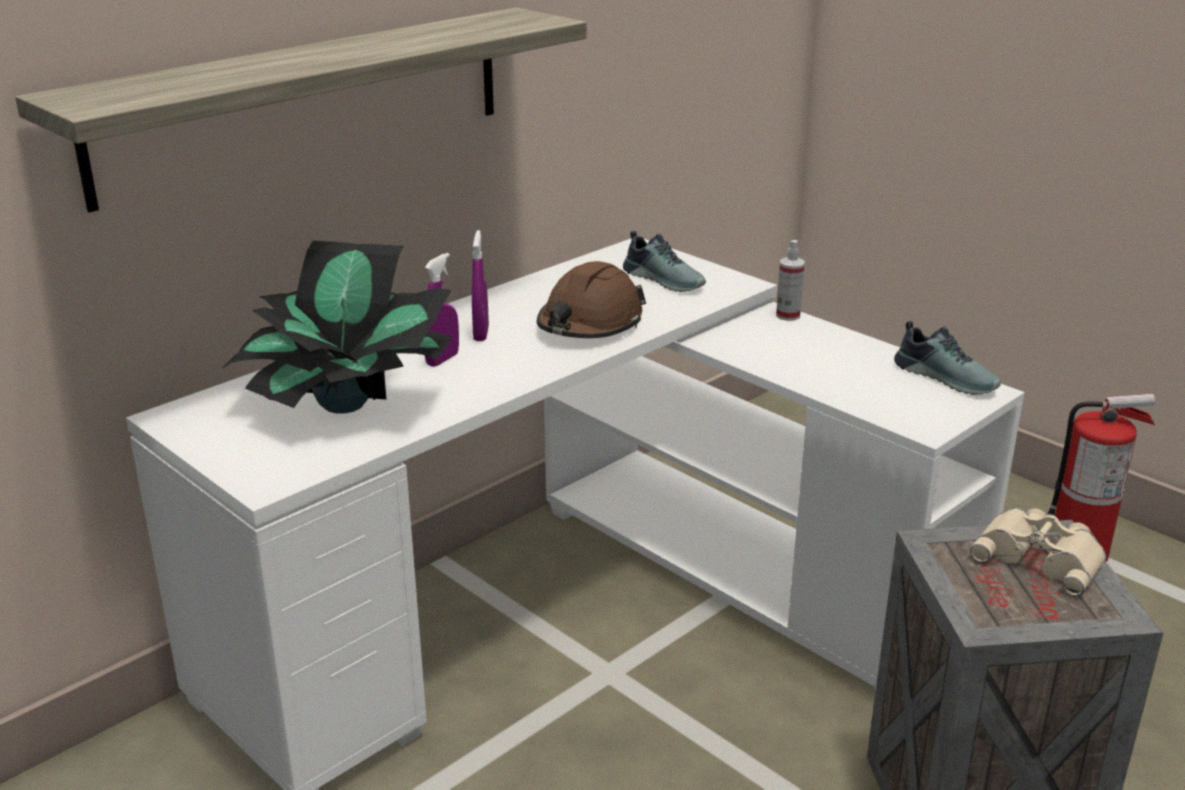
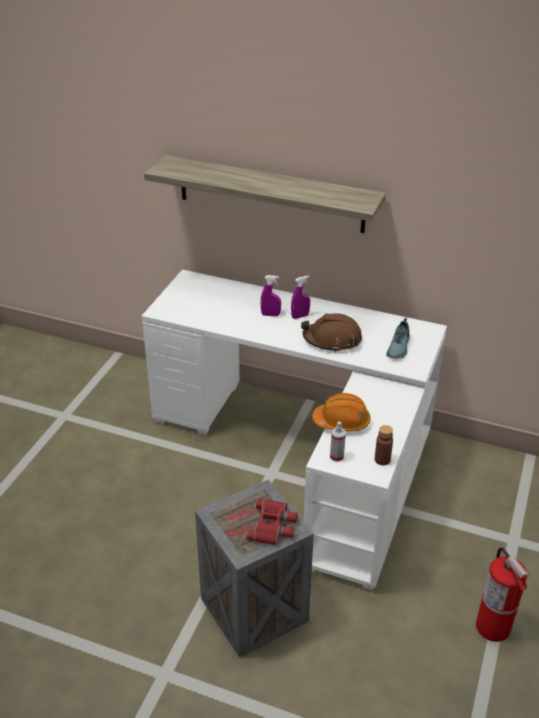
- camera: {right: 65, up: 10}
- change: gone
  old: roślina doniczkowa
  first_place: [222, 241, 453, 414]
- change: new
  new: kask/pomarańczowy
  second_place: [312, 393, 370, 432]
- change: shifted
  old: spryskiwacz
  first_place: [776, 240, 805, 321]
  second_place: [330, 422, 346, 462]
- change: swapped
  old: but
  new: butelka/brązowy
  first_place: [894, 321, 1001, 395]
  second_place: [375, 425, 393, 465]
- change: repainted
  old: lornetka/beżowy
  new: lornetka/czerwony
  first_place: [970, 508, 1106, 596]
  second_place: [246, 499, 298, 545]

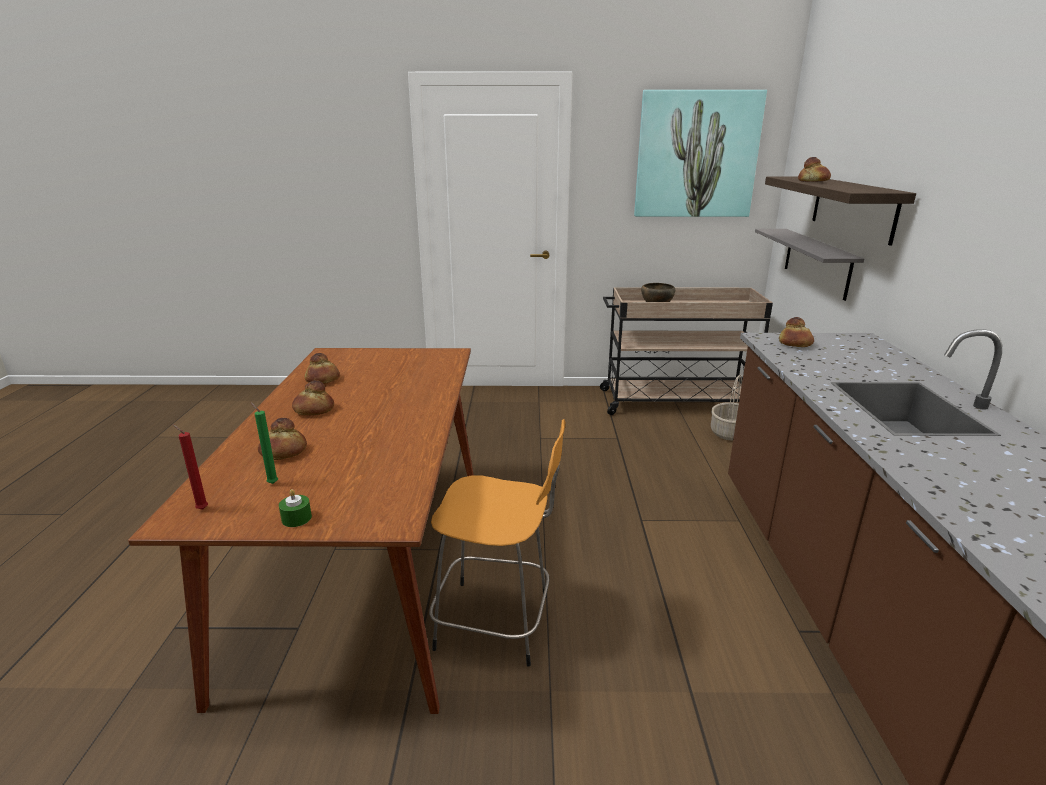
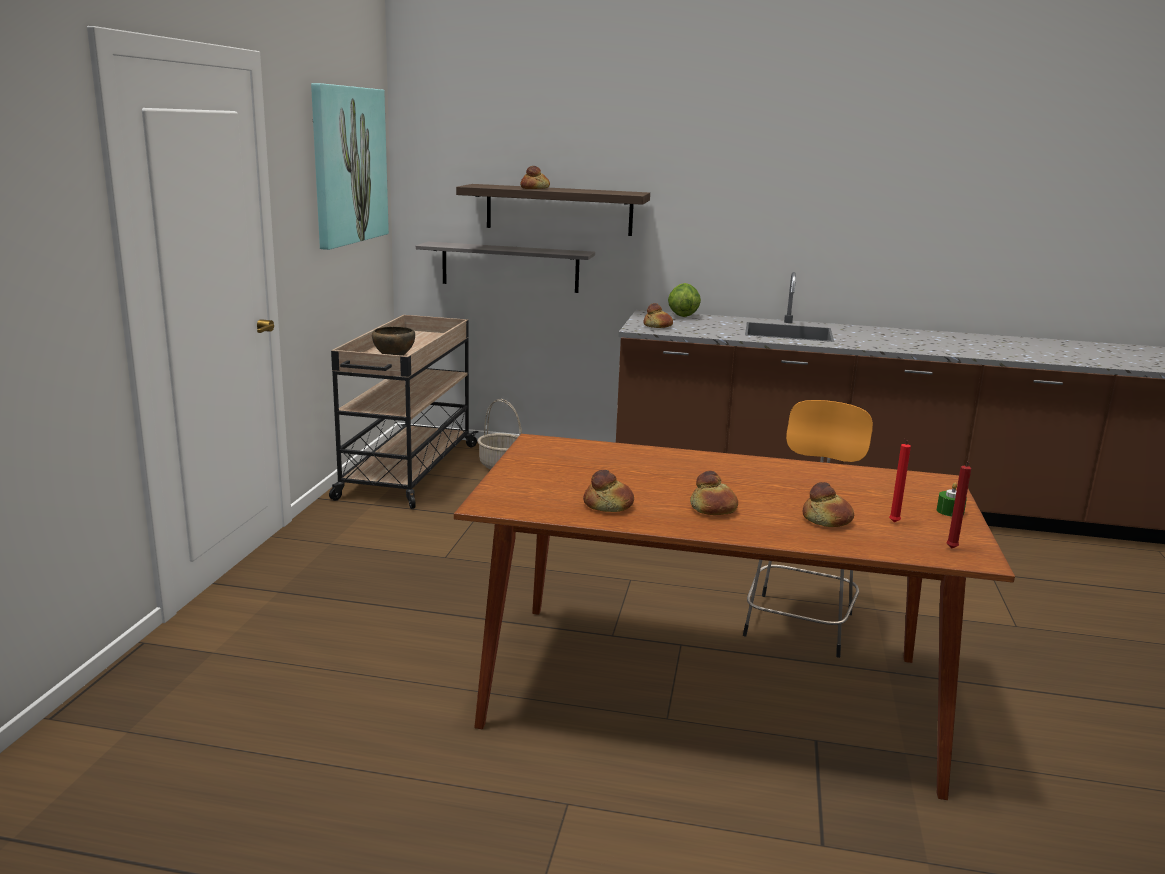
- camera: {right: -80, up: -5}
- change: new
  new: sałata
  second_place: [668, 283, 701, 317]
- change: repainted
  old: świeca/zielony
  new: świeca/czerwony
  first_place: [251, 403, 278, 484]
  second_place: [889, 439, 911, 523]

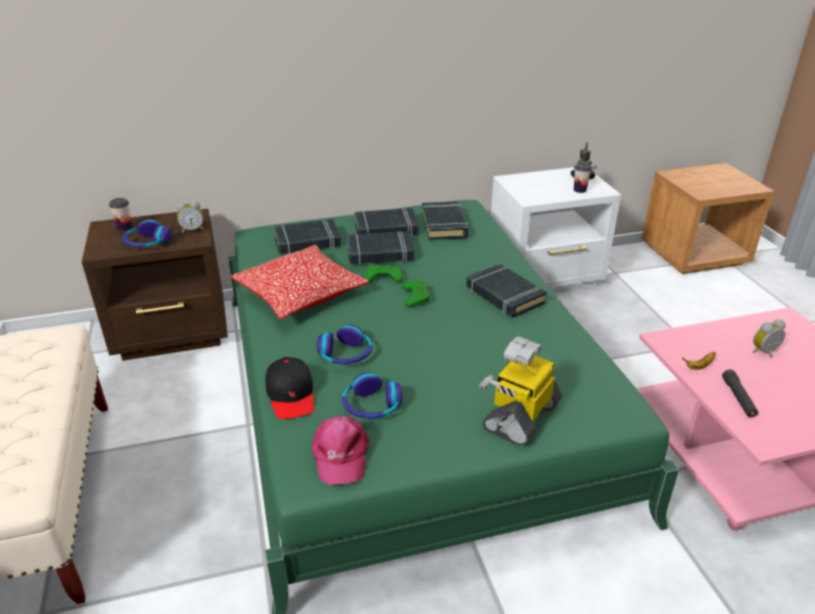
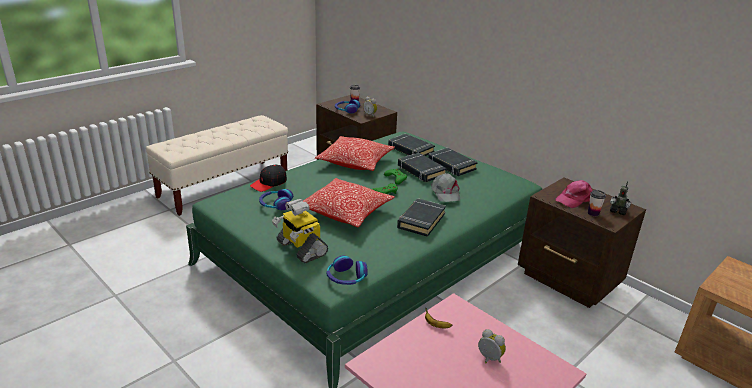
- camera: {right: 60, up: -5}
- change: gone
  old: książka/czarny
  first_place: [422, 201, 468, 240]
- change: gone
  old: latarka/czarny
  first_place: [722, 369, 759, 418]
- change: new
  new: poduszka
  second_place: [303, 178, 395, 228]
- change: new
  new: czapka z daszkiem/szary
  second_place: [431, 173, 460, 202]
- change: shifted
  old: czapka z daszkiem/różowy
  first_place: [312, 416, 370, 485]
  second_place: [556, 180, 593, 208]
- change: shifted
  old: słuchawki
  first_place: [317, 325, 372, 364]
  second_place: [326, 256, 368, 285]
- change: repainted
  old: szafka nocna/biały
  new: szafka nocna/brązowy
  first_place: [491, 167, 621, 293]
  second_place: [518, 177, 646, 308]
- change: rotated
  old: robot zabawkowy
  first_place: [479, 336, 562, 446]
  second_place: [272, 199, 328, 263]
  degrees: -135

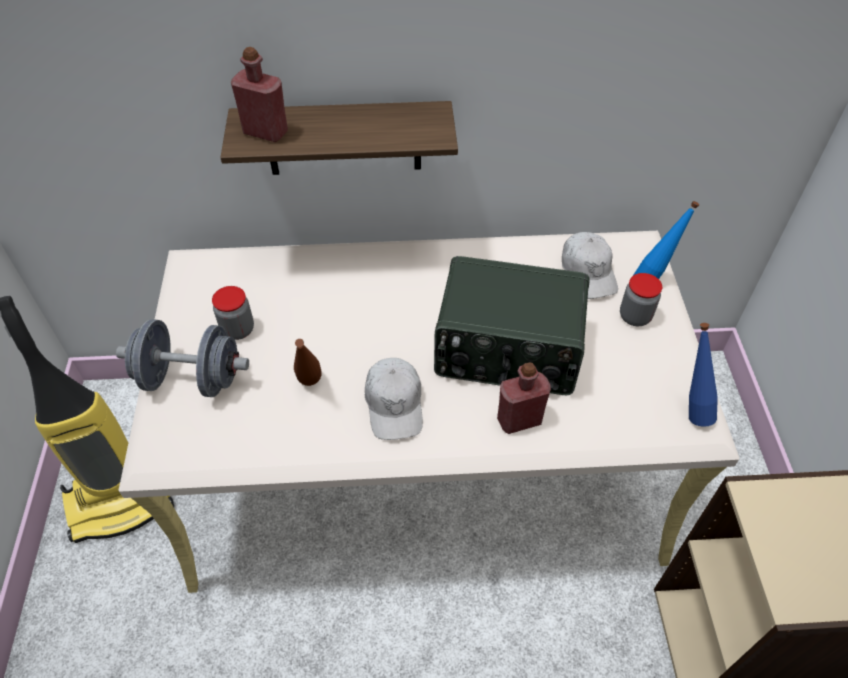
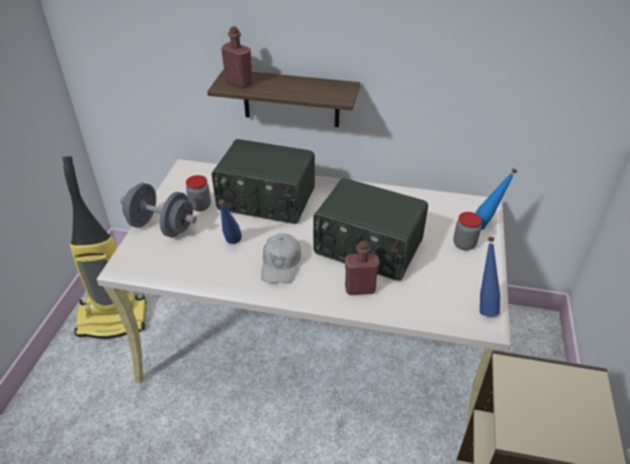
- camera: {right: 15, up: -10}
- change: gone
  old: czapka z daszkiem/biały
  first_place: [562, 232, 618, 299]
- change: new
  new: radio
  second_place: [212, 139, 315, 224]
- change: repainted
  old: butelka/brązowy
  new: butelka/niebieski
  first_place: [294, 339, 322, 386]
  second_place: [218, 200, 242, 244]

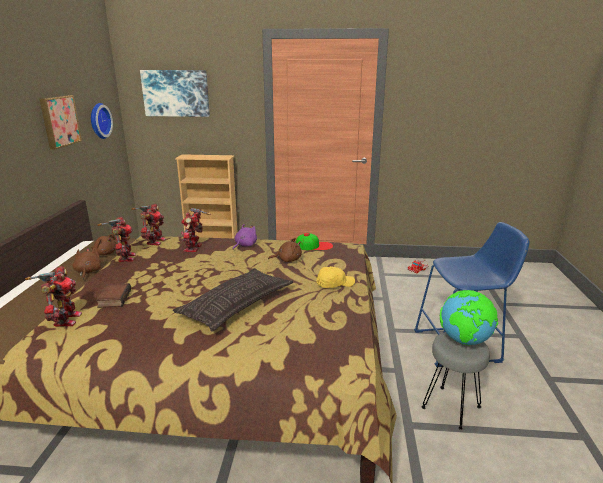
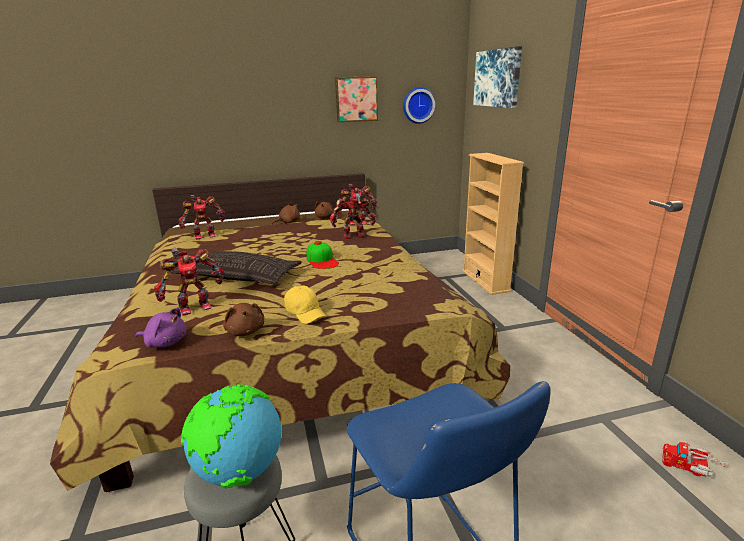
- camera: {right: 70, up: 0}
- change: gone
  old: książka
  first_place: [96, 283, 131, 308]
- change: shifted
  old: robot zabawkowy
  first_place: [97, 217, 136, 262]
  second_place: [154, 247, 224, 315]
- change: shifted
  old: pluszak/fioletowy
  first_place: [233, 224, 257, 250]
  second_place: [136, 307, 186, 348]
- change: shifted
  old: pluszak/brązowy
  first_place: [268, 238, 302, 262]
  second_place: [223, 303, 264, 336]
- change: shifted
  old: czapka z daszkiem
  first_place: [296, 233, 333, 250]
  second_place: [307, 241, 339, 269]

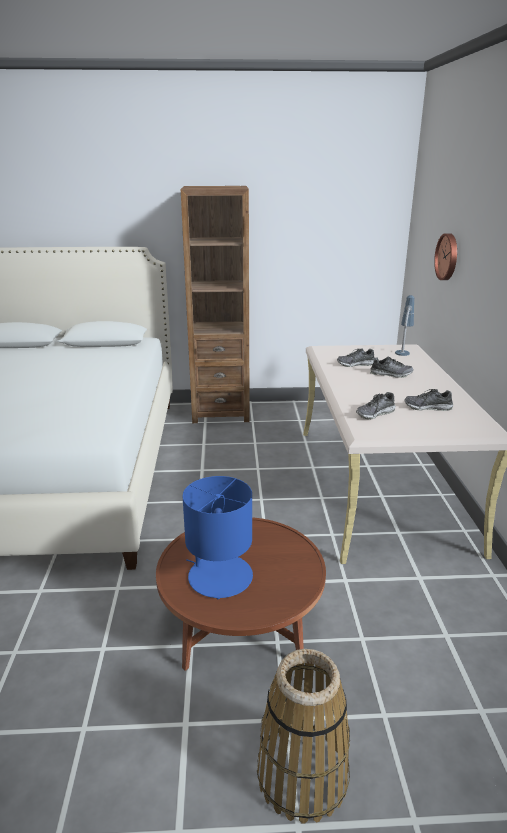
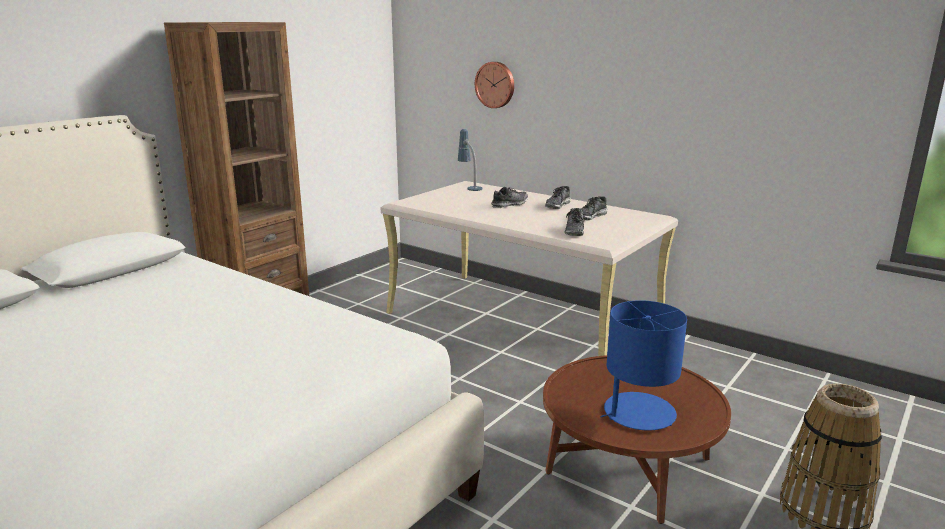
- camera: {right: -50, up: -5}
- change: shifted
  old: but
  first_place: [337, 349, 375, 367]
  second_place: [545, 186, 571, 209]

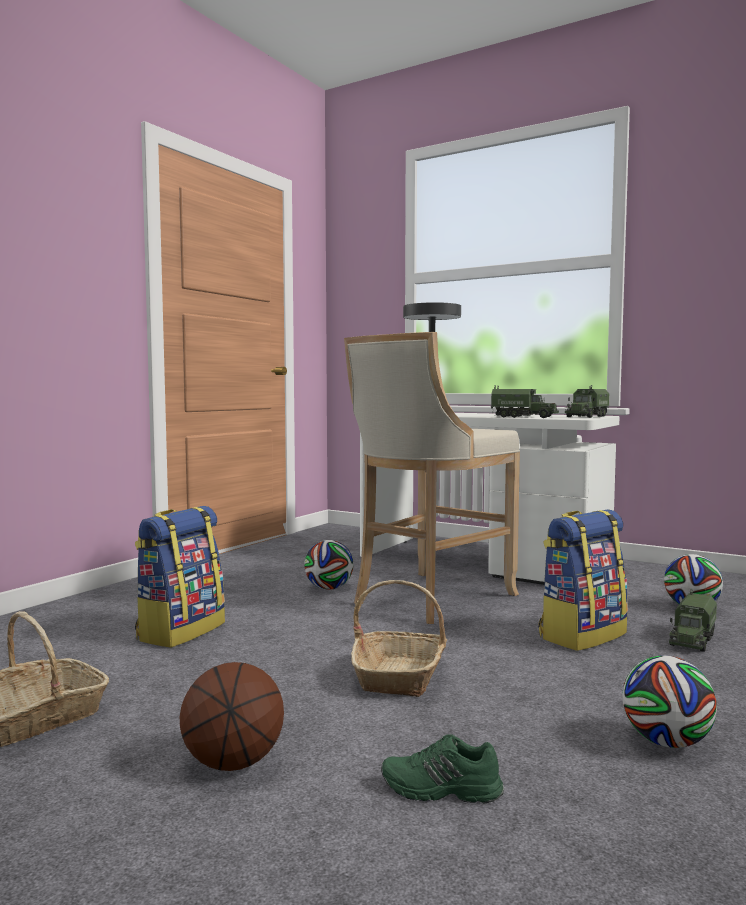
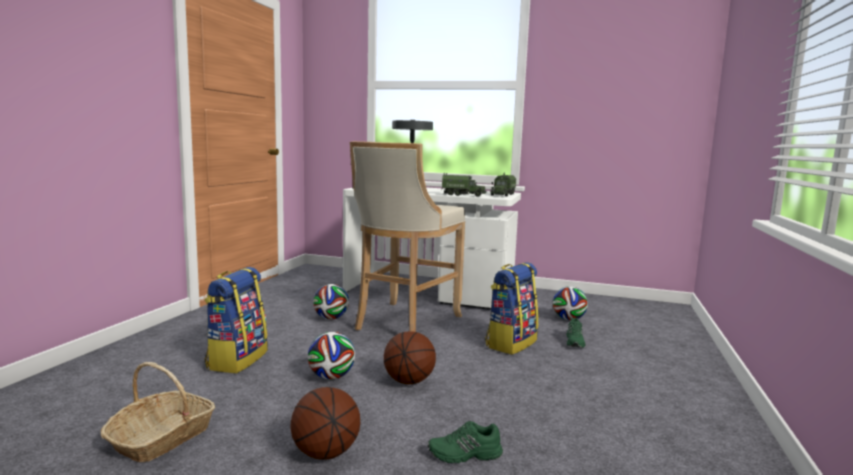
- camera: {right: -15, up: 5}
- change: shifted
  old: piłka futbolowa
  first_place: [622, 655, 717, 748]
  second_place: [308, 332, 355, 380]
- change: swapped
  old: koszyk
  new: piłka do koszykówki
  first_place: [351, 580, 447, 697]
  second_place: [384, 331, 436, 384]
- change: swapped
  old: ciężarówka zabawkowa
  new: but/zielony
  first_place: [669, 589, 717, 652]
  second_place: [566, 318, 586, 348]

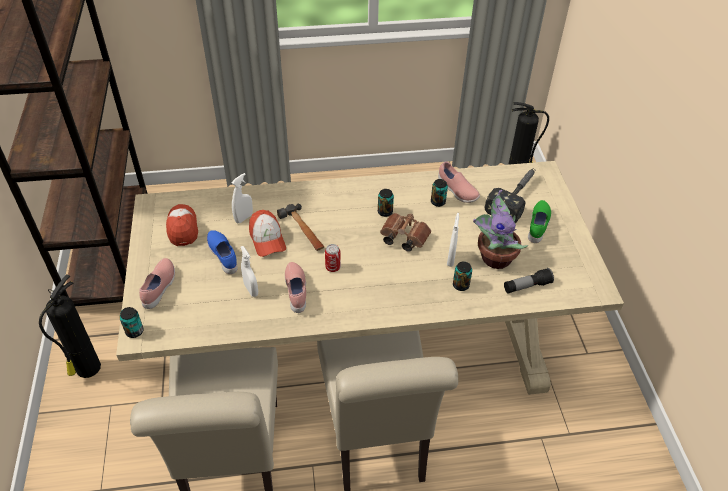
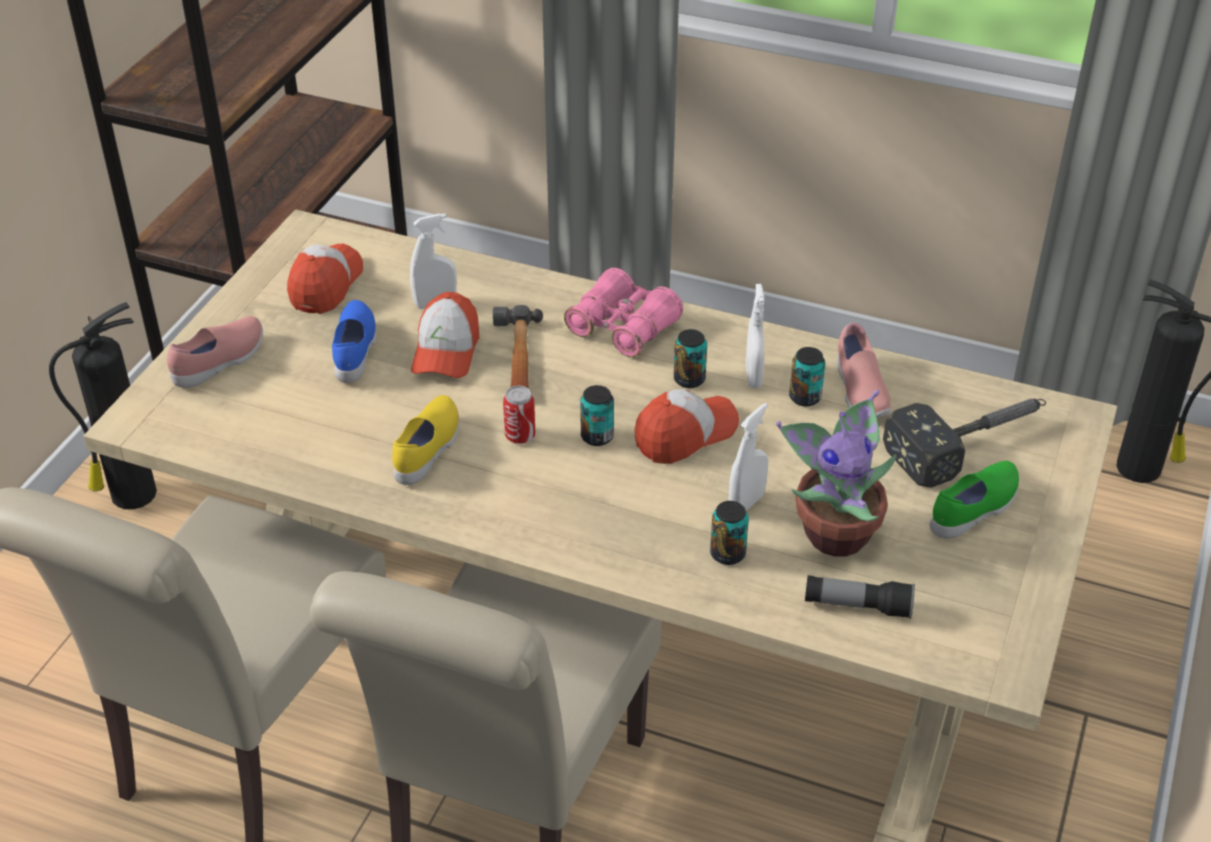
- camera: {right: 30, up: -5}
- change: new
  new: lornetka/różowy
  second_place: [564, 268, 683, 357]
- change: shifted
  old: puszka
  first_place: [120, 307, 144, 338]
  second_place: [580, 385, 614, 446]
- change: shifted
  old: spryskiwacz/biały
  first_place: [240, 246, 258, 297]
  second_place: [745, 284, 765, 388]
- change: swapped
  old: lornetka/brązowy
  new: czapka z daszkiem
  first_place: [380, 213, 431, 252]
  second_place: [635, 389, 739, 464]
- change: repainted
  old: but/różowy
  new: but/żółty
  first_place: [285, 262, 306, 313]
  second_place: [392, 395, 459, 485]

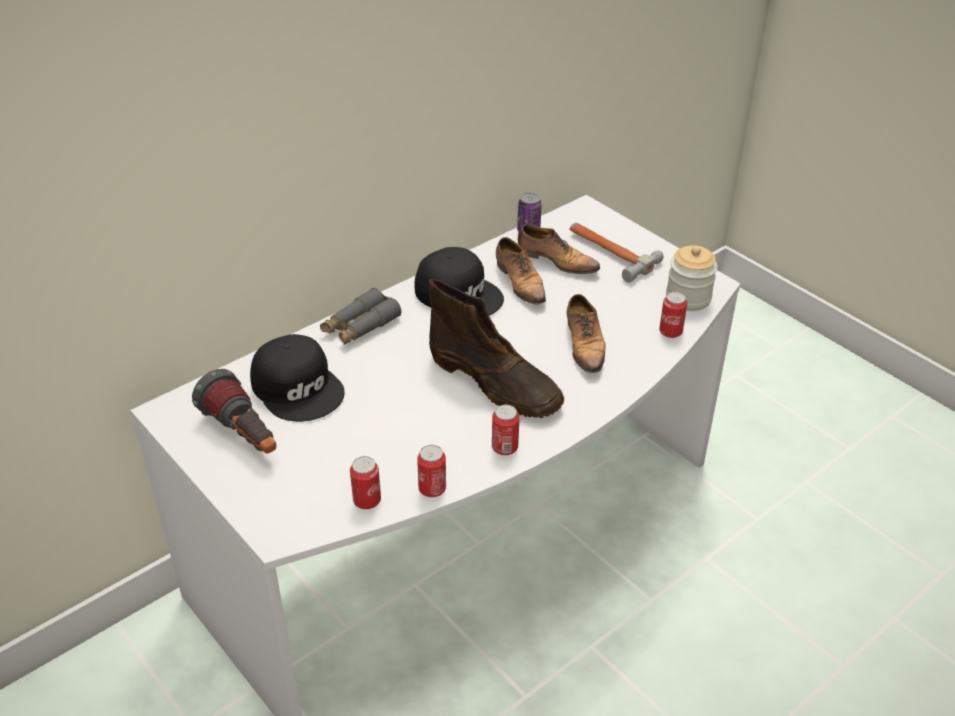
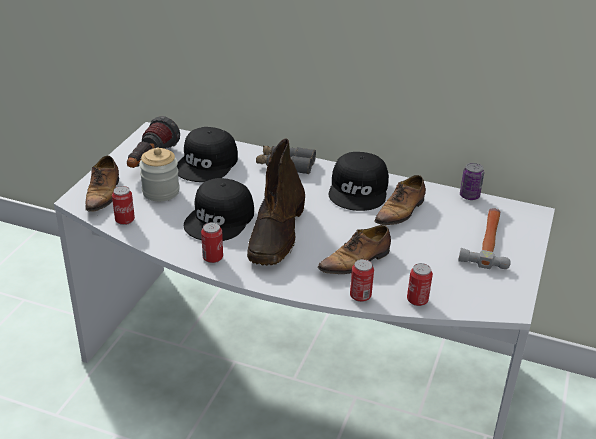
- camera: {right: 60, up: -5}
- change: new
  new: czapka z daszkiem/czarny
  second_place: [184, 178, 254, 241]
- change: shifted
  old: puszka
  first_place: [417, 445, 446, 497]
  second_place: [350, 259, 374, 302]
- change: shifted
  old: but
  first_place: [518, 225, 601, 274]
  second_place: [85, 155, 119, 212]
- change: shifted
  old: słoik
  first_place: [666, 245, 717, 311]
  second_place: [139, 148, 180, 201]

